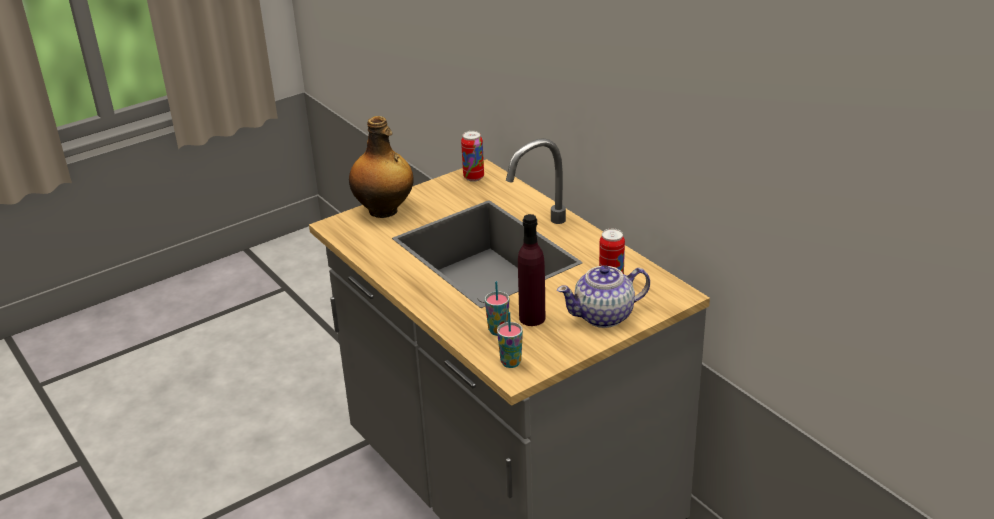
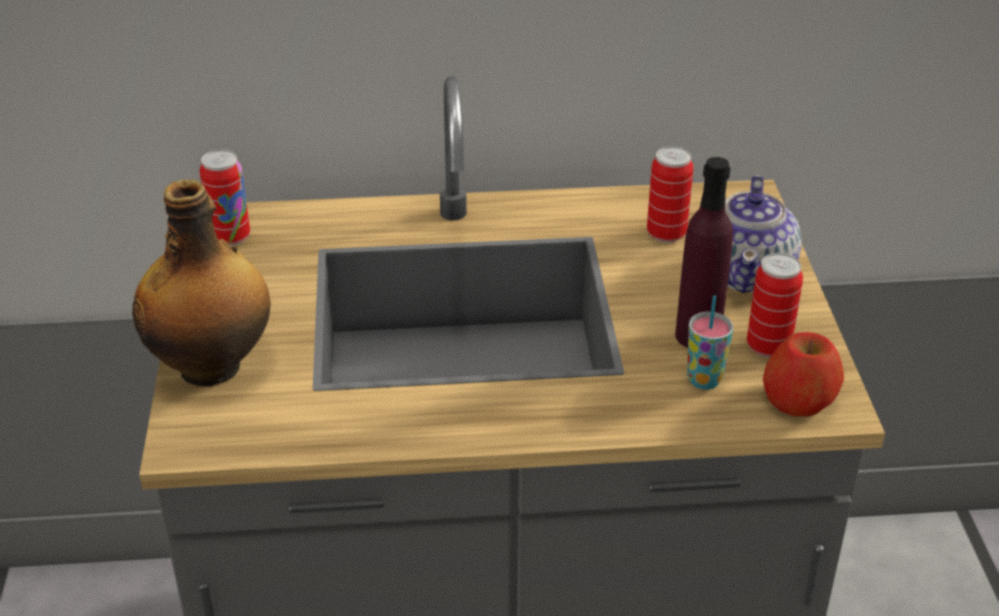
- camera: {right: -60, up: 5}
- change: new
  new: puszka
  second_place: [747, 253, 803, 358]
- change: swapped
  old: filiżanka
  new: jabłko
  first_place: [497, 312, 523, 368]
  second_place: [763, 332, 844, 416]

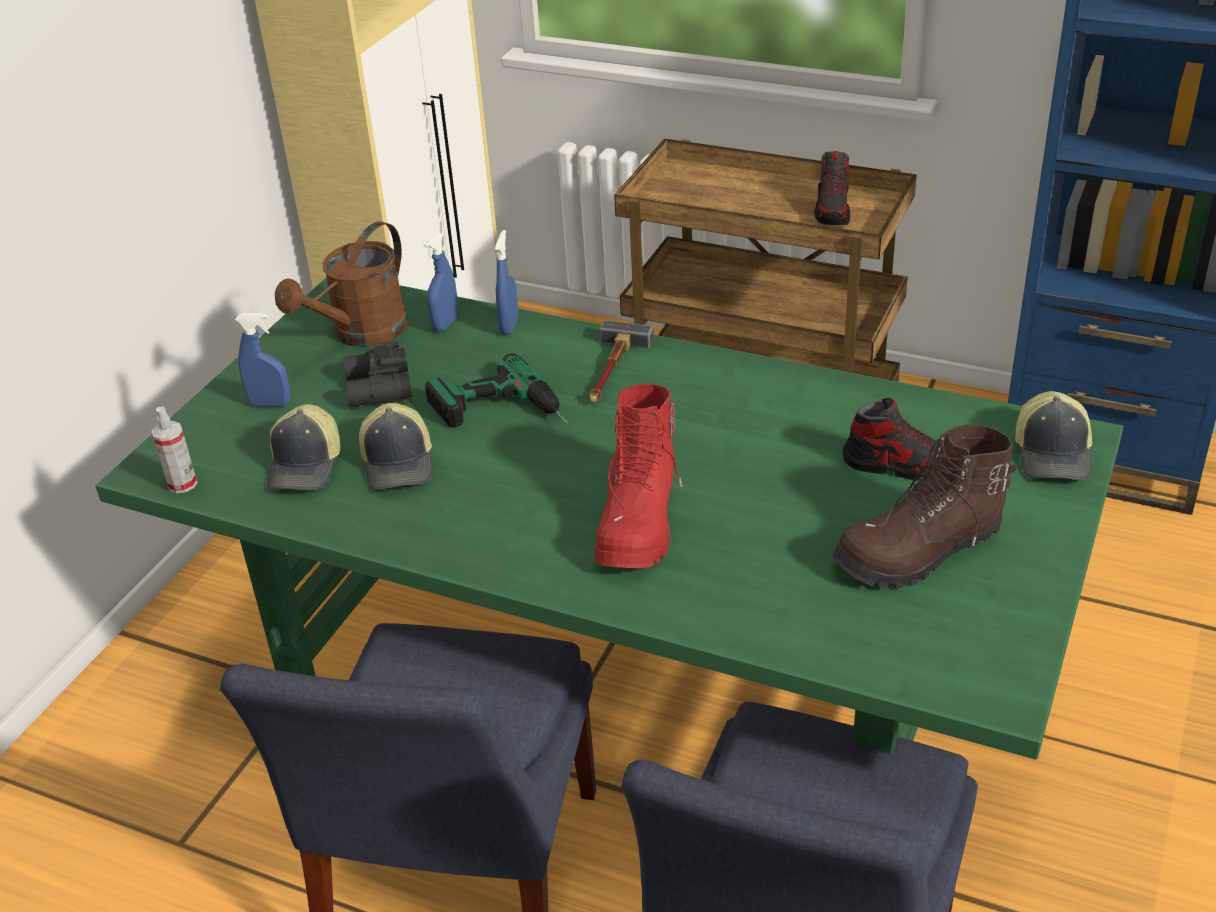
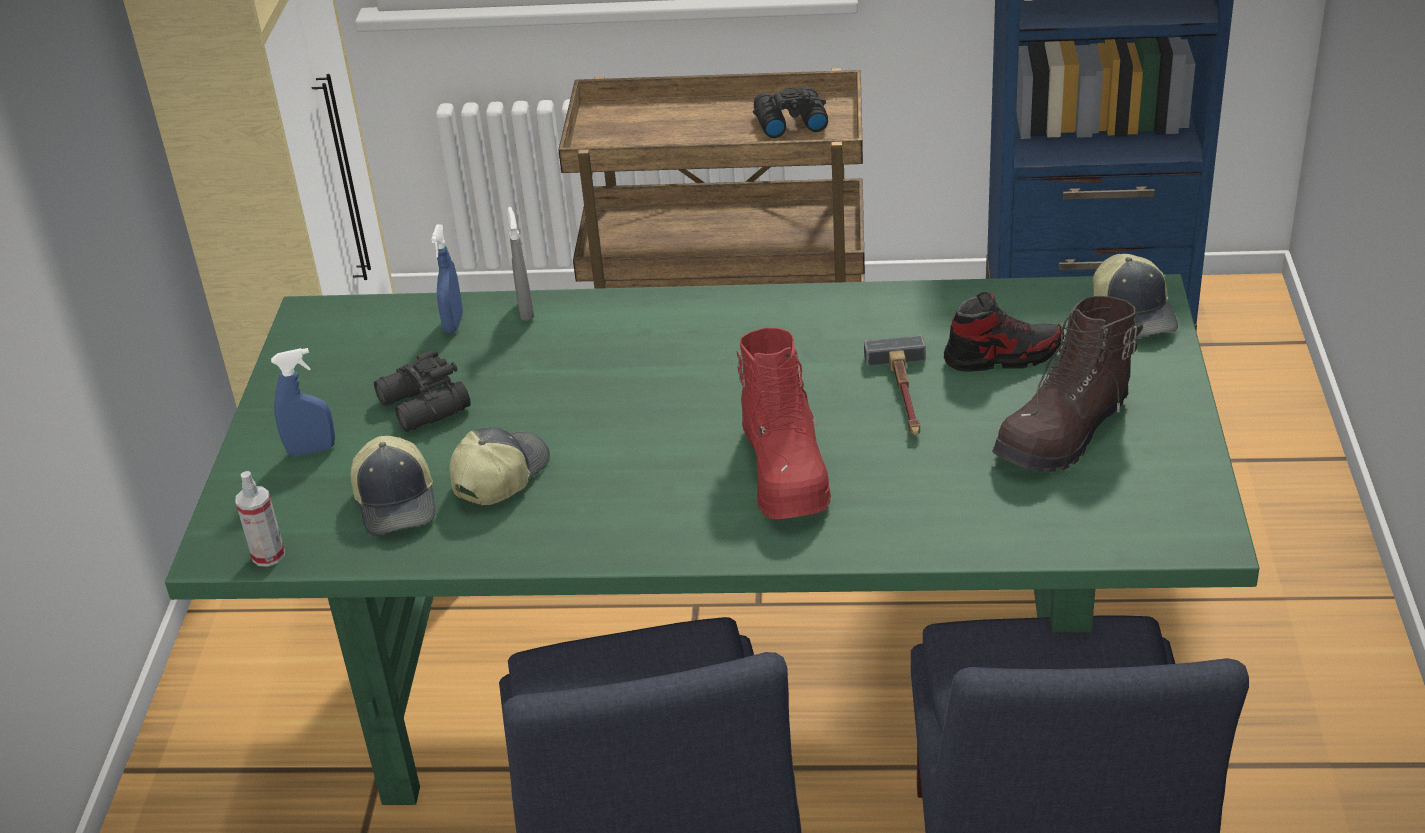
- camera: {right: -20, up: 0}
- change: gone
  old: konewka/brązowy
  first_place: [275, 221, 408, 347]
- change: gone
  old: wiertarka
  first_place: [425, 353, 568, 428]
- change: shifted
  old: młotek
  first_place: [589, 320, 654, 402]
  second_place: [864, 335, 926, 435]
- change: swapped
  old: but
  new: lornetka/czarny
  first_place: [815, 151, 850, 225]
  second_place: [753, 87, 828, 138]
- change: repainted
  old: spryskiwacz/niebieski
  new: spryskiwacz/szary
  first_place: [495, 230, 519, 335]
  second_place: [508, 207, 534, 321]
- change: rotated
  old: czapka z daszkiem
  first_place: [359, 403, 432, 491]
  second_place: [449, 428, 550, 505]
  degrees: -120

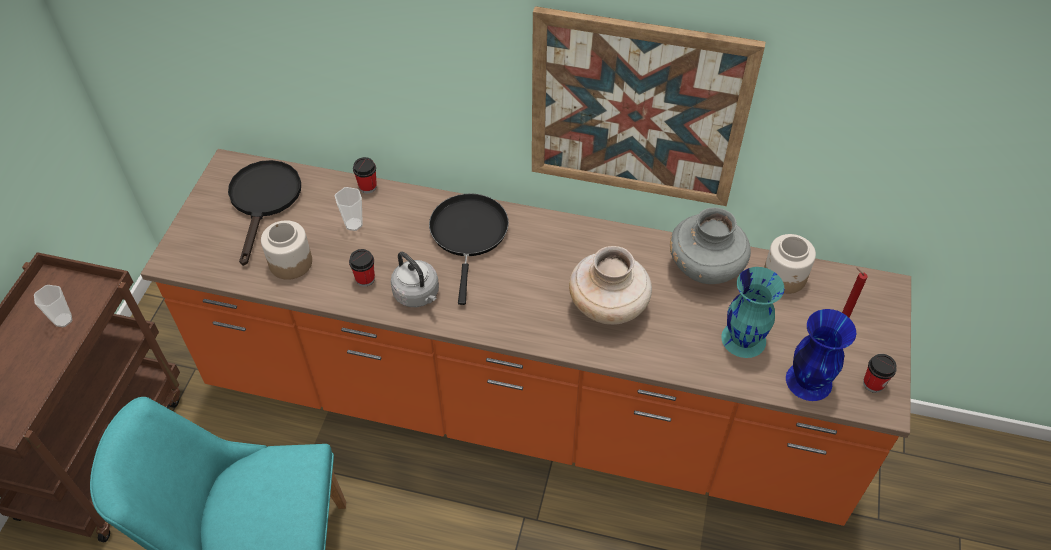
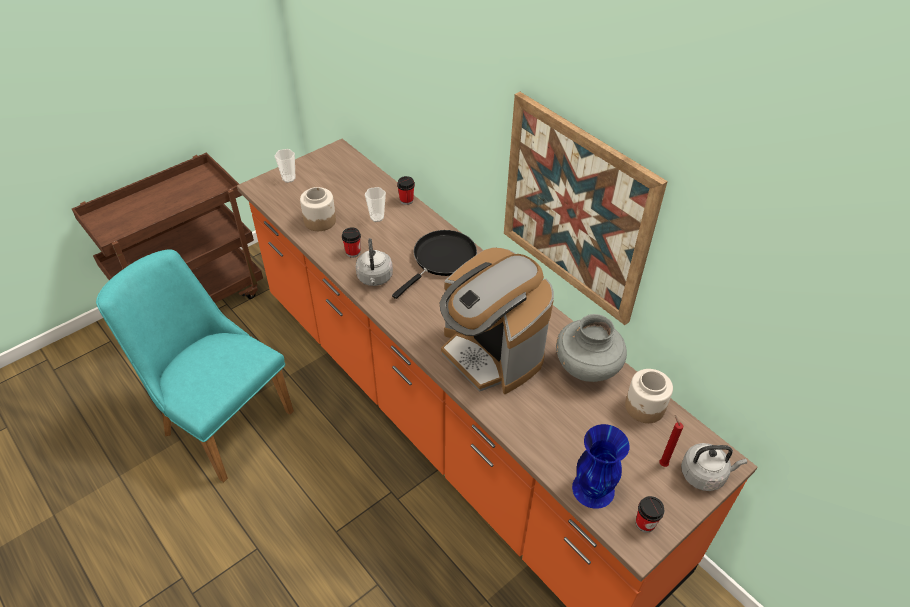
- camera: {right: 35, up: -5}
- change: gone
  old: patelnia/czarny
  first_place: [228, 160, 301, 266]
- change: gone
  old: wazon/turkusowy
  first_place: [721, 267, 784, 358]
- change: new
  new: czajnik/szary
  second_place: [681, 443, 747, 491]
- change: shifted
  old: filiżanka
  first_place: [34, 285, 72, 327]
  second_place: [275, 149, 295, 183]
- change: swapped
  old: wazon/beżowy
  new: ekspres do kawy
  first_place: [569, 246, 652, 325]
  second_place: [440, 247, 554, 394]

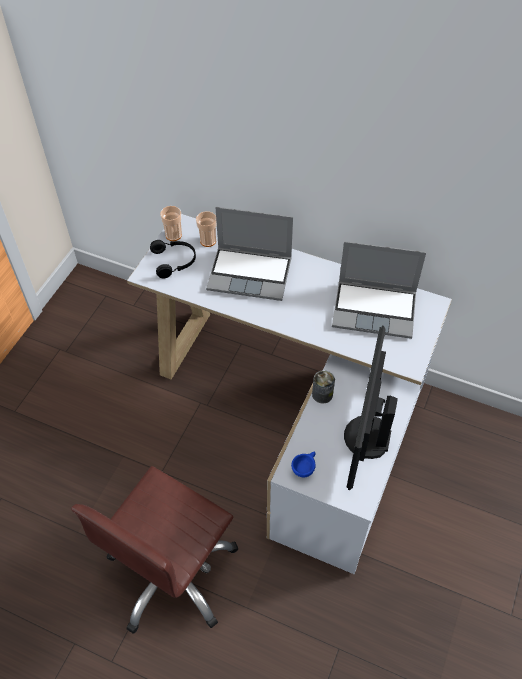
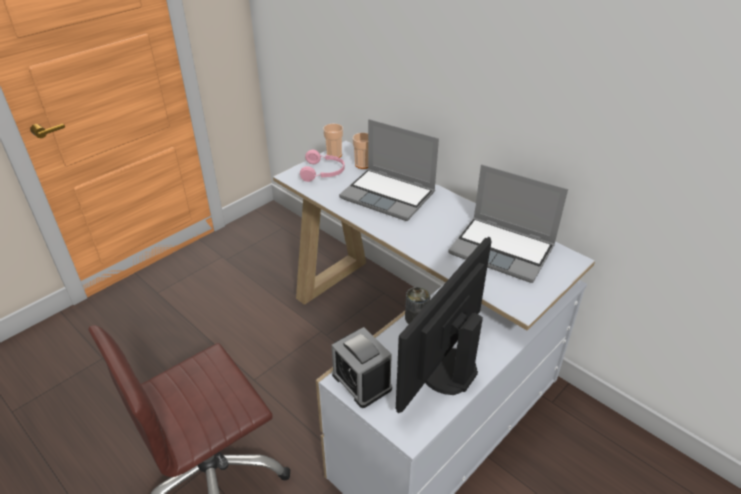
- camera: {right: 20, up: -15}
- change: swapped
  old: filiżanka/niebieski
  new: budzik
  first_place: [291, 452, 316, 478]
  second_place: [332, 327, 392, 408]
- change: repainted
  old: słuchawki/czarny
  new: słuchawki/różowy
  first_place: [150, 240, 196, 278]
  second_place: [300, 150, 345, 182]

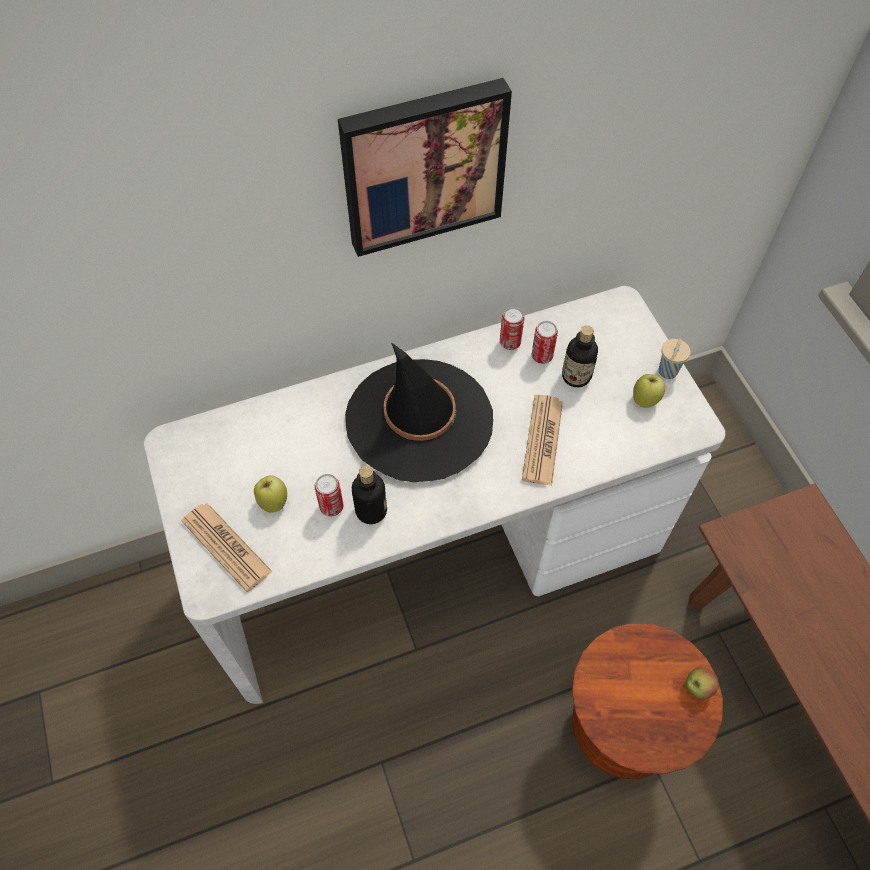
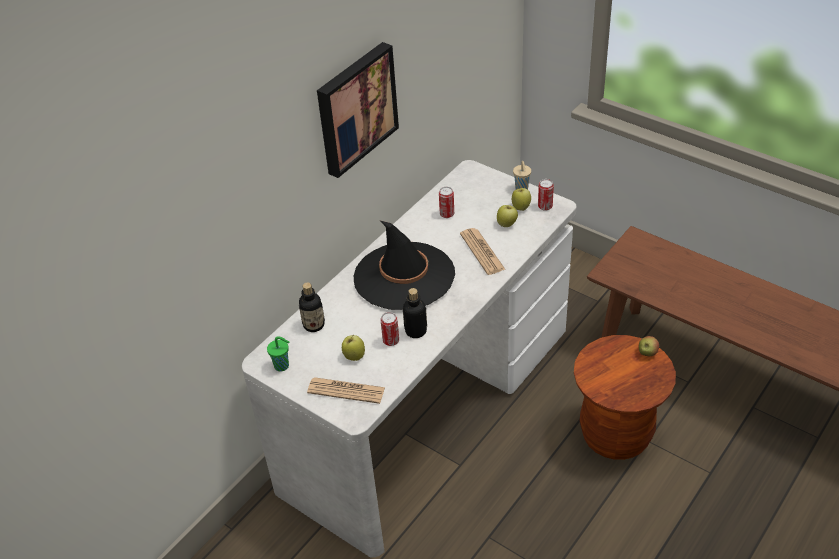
- camera: {right: -30, up: -15}
- change: new
  new: filiżanka/zielony
  second_place: [267, 336, 289, 371]
- change: new
  new: jabłko
  second_place: [497, 205, 518, 227]
- change: shifted
  old: puszka
  first_place: [500, 307, 524, 350]
  second_place: [538, 179, 554, 211]
- change: shifted
  old: butelka
  first_place: [562, 325, 598, 387]
  second_place: [299, 282, 325, 332]

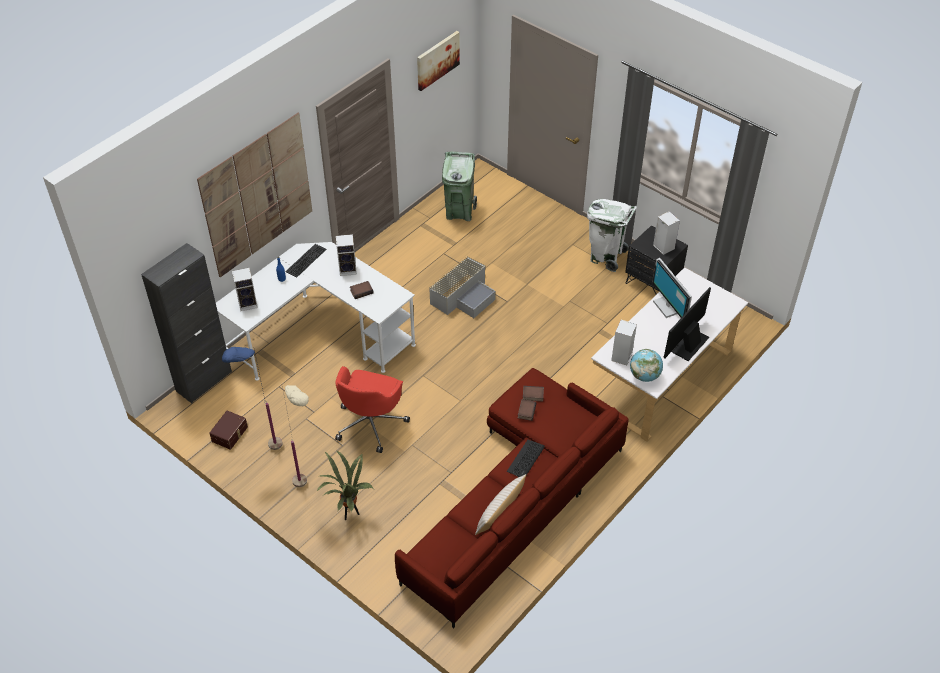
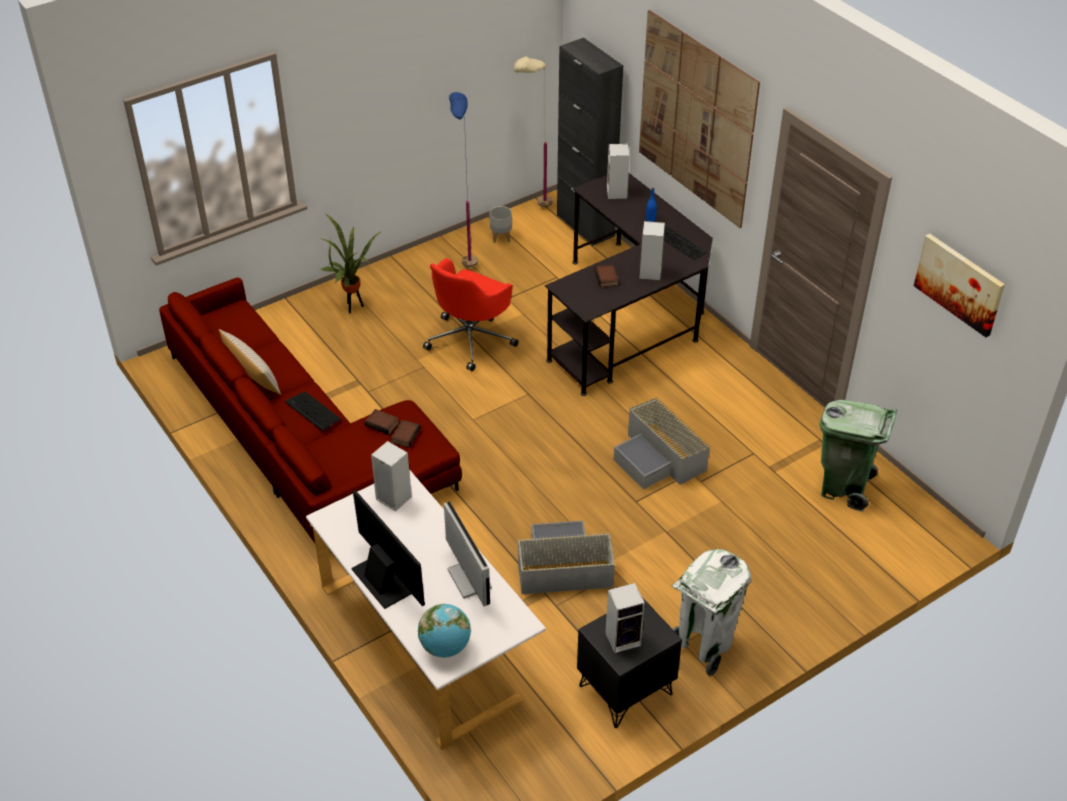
- camera: {right: 105, up: -5}
- change: new
  new: pojemnik do przechowywania/szary
  second_place: [518, 521, 615, 594]
- change: shifted
  old: lampa stojąca/beżowy
  first_place: [282, 385, 309, 487]
  second_place: [514, 56, 553, 207]
- change: shifted
  old: globus
  first_place: [630, 349, 663, 382]
  second_place: [418, 604, 471, 658]
- change: swapped
  old: pojemnik do przechowywania/brązowy
  new: donica/szary
  first_place: [210, 411, 248, 450]
  second_place: [490, 206, 512, 243]
- change: repainted
  old: biurko/biały
  new: biurko/czarny
  first_place: [216, 242, 416, 381]
  second_place: [545, 173, 713, 396]
- change: rotated
  old: krzesło biurowe/czerwony
  first_place: [335, 366, 410, 453]
  second_place: [423, 258, 519, 371]
  degrees: -90
- change: rotated
  old: monitor
  first_place: [652, 258, 692, 318]
  second_place: [444, 501, 492, 606]
  degrees: 75

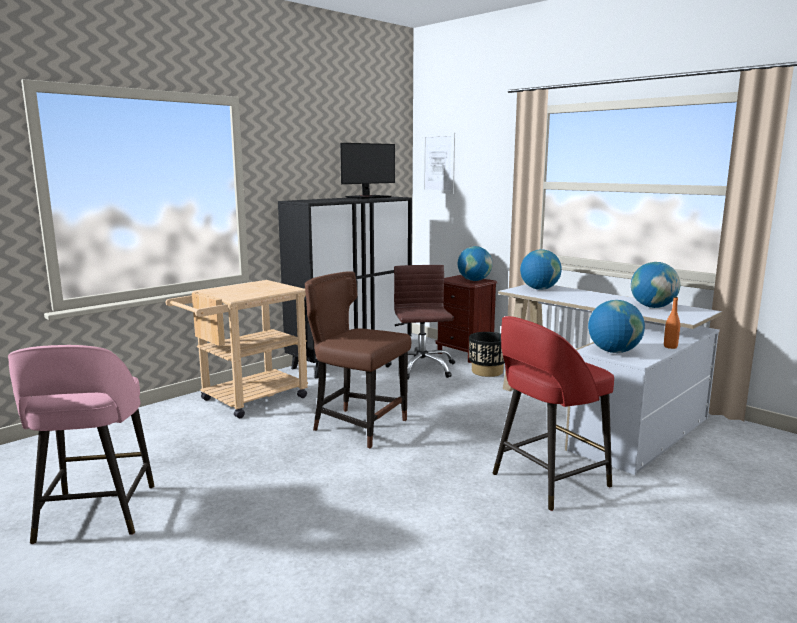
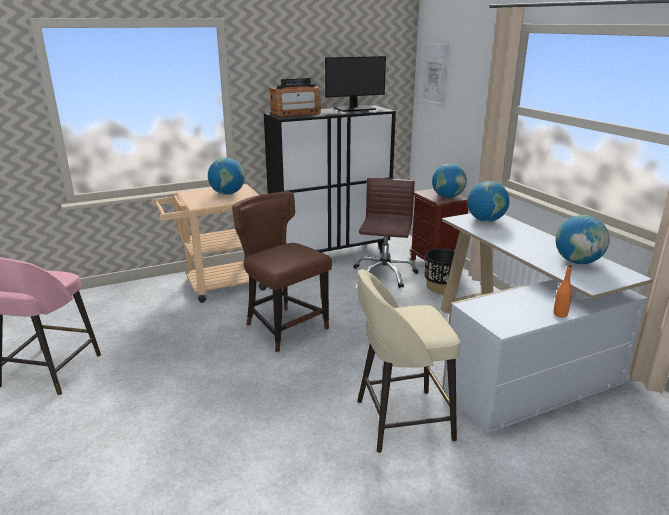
- camera: {right: 20, up: 10}
- change: new
  new: radio
  second_place: [270, 78, 321, 117]
- change: shifted
  old: globus
  first_place: [588, 300, 645, 353]
  second_place: [208, 158, 245, 195]
- change: repainted
  old: stołek/czerwony
  new: stołek/beżowy
  first_place: [493, 316, 614, 511]
  second_place: [357, 269, 460, 453]

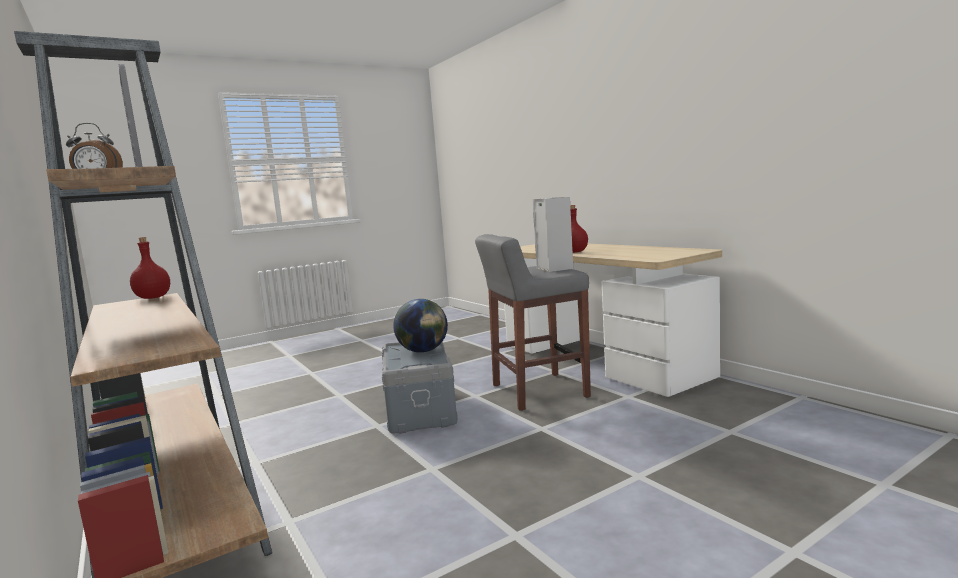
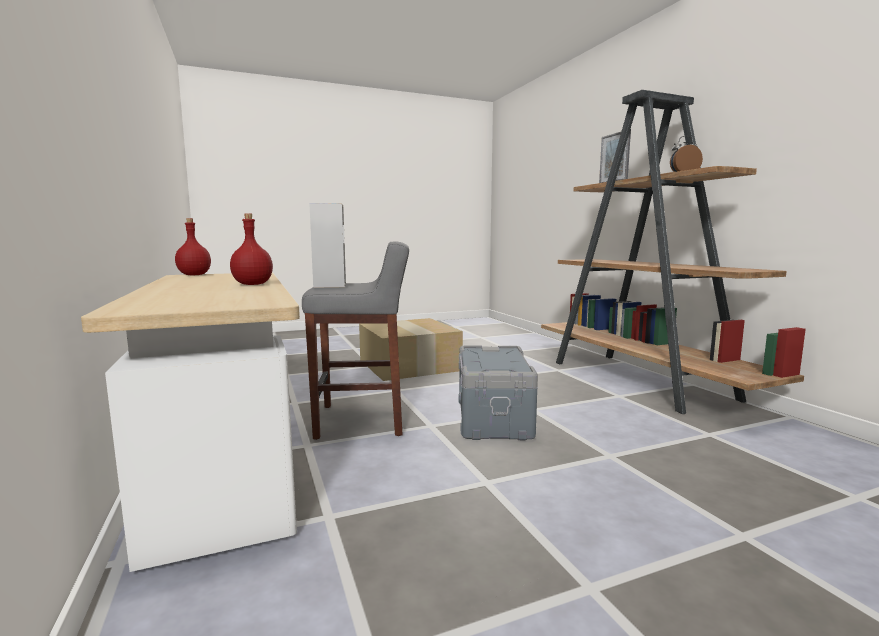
- camera: {right: -170, up: 0}
- change: gone
  old: globus
  first_place: [393, 299, 448, 353]
- change: new
  new: karton
  second_place: [359, 318, 463, 381]
- change: shifted
  old: butelka/czerwony
  first_place: [130, 237, 170, 299]
  second_place: [175, 218, 211, 275]

